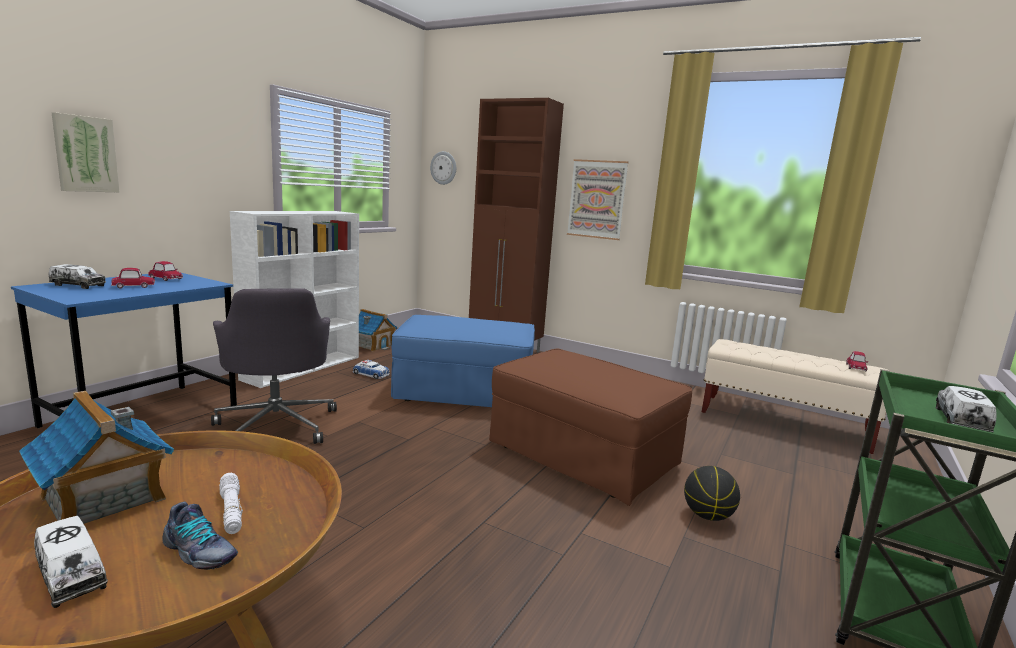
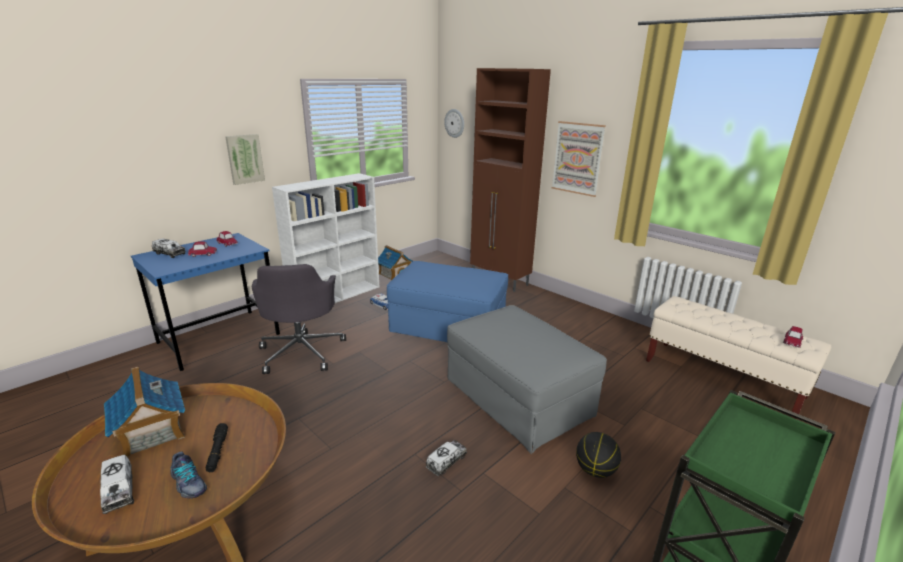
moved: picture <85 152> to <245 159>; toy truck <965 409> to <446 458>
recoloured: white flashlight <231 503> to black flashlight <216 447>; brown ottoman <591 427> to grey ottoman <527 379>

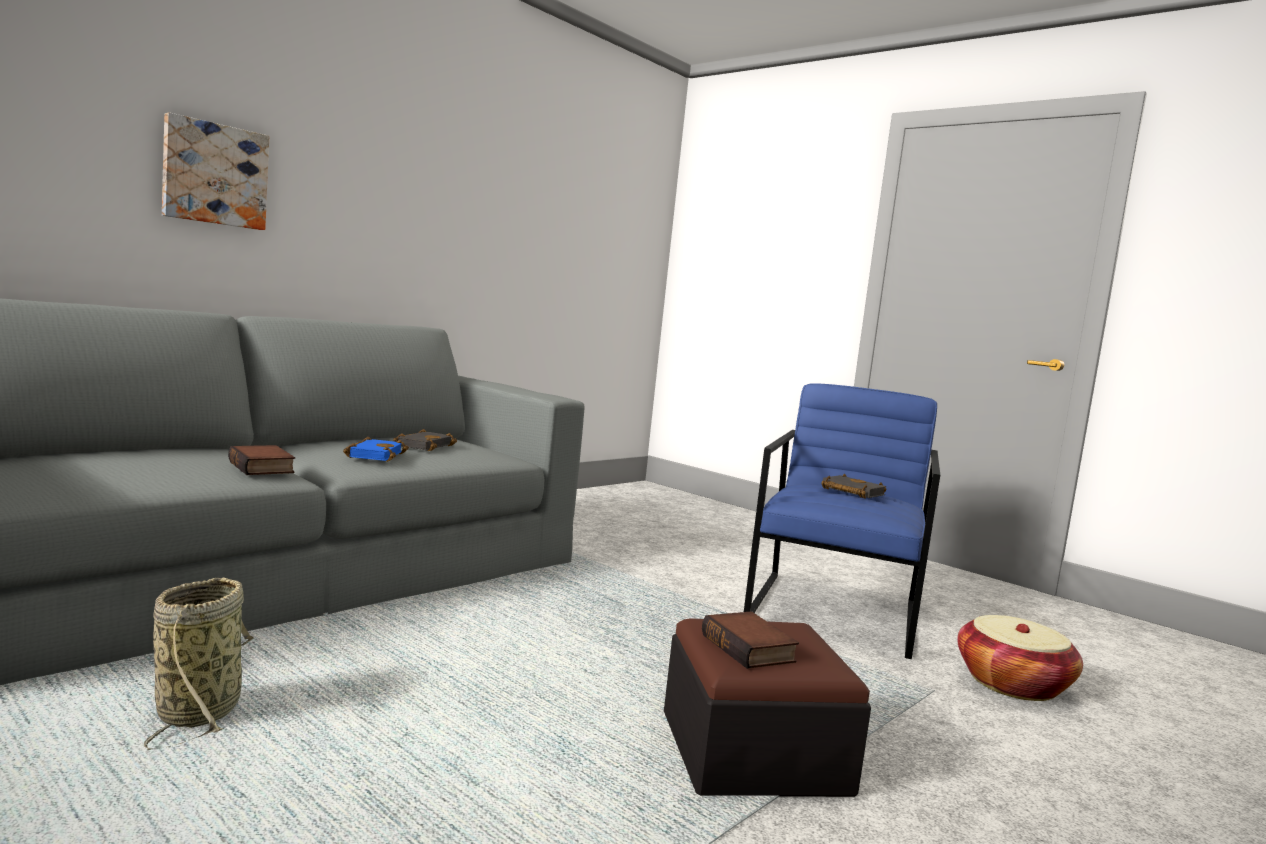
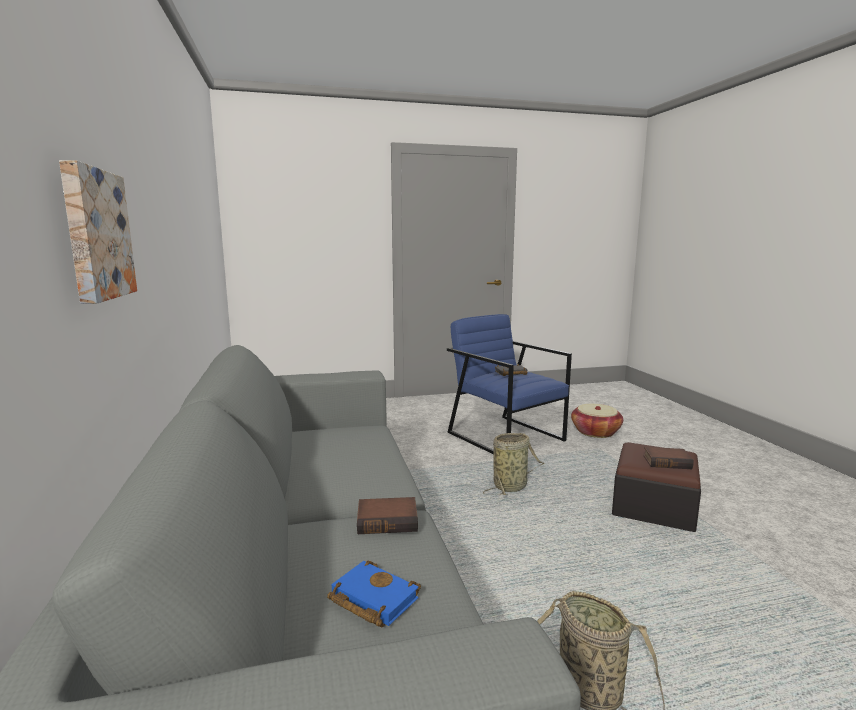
removed: black book <425 440>
added: basket <513 464>
moved: blue book <376 449> to <374 594>

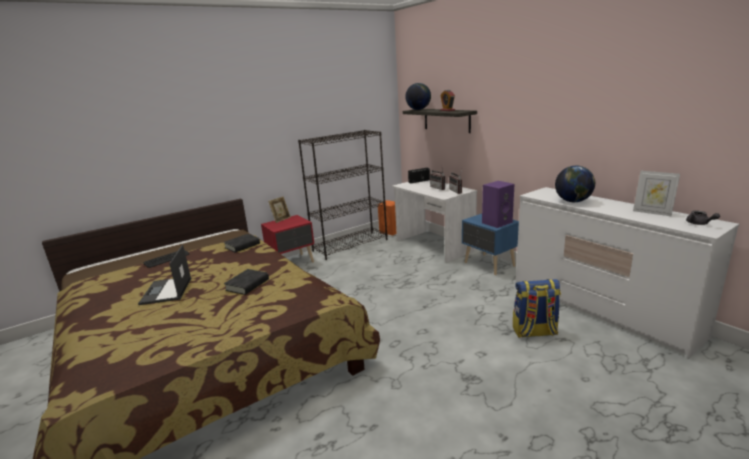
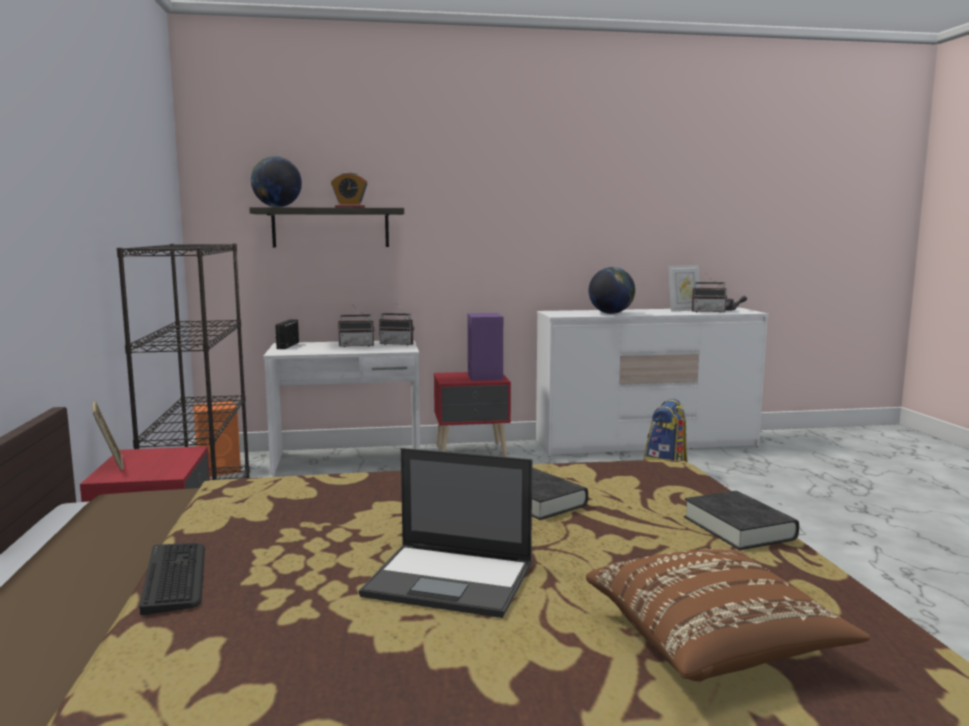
added: brown pillow <728 615>; radio <709 293>
moved: black book <242 243> to <741 520>
recoloured: blue nightstand <490 244> to red nightstand <472 414>

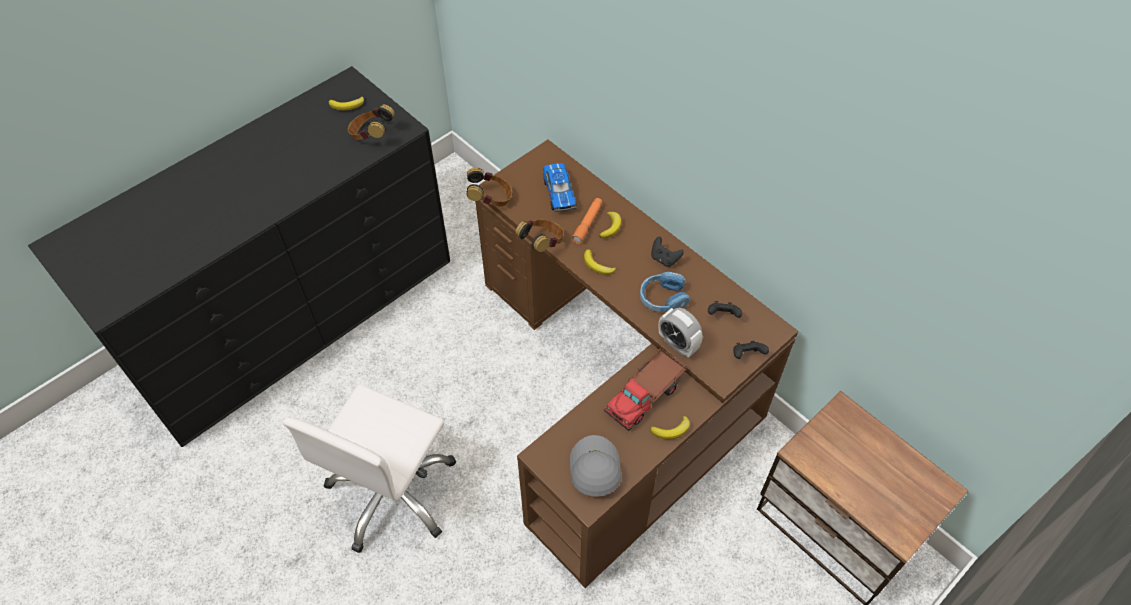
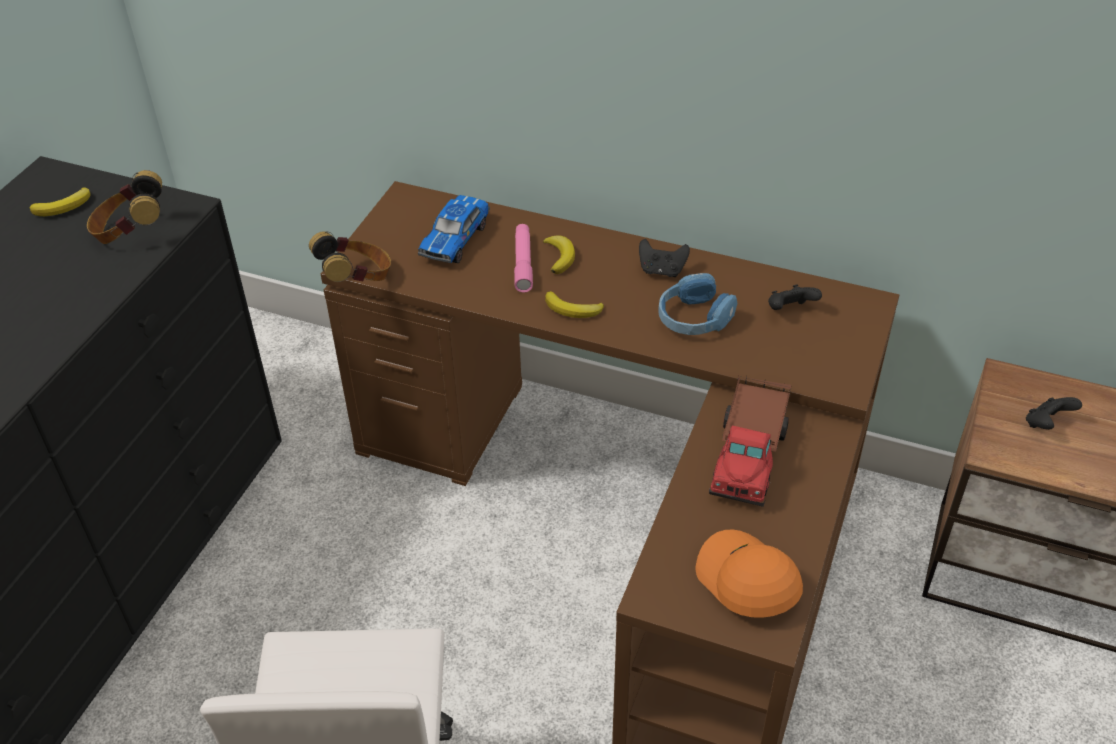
removed: headphones <539 235>; banana <670 428>; alarm clock <681 333>
moved: black game controller <751 350> to <1054 413>
recoloured: grey cap <595 466> to orange cap <749 573>; orange flashlight <587 221> to pink flashlight <523 258>
turned: toy car <559 187> = <454 229> 60 degrees clockwise

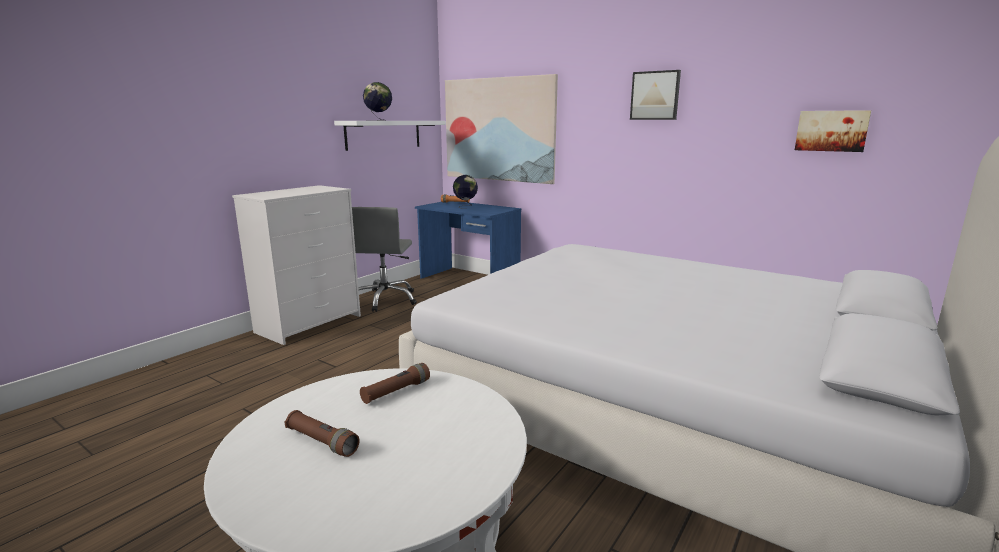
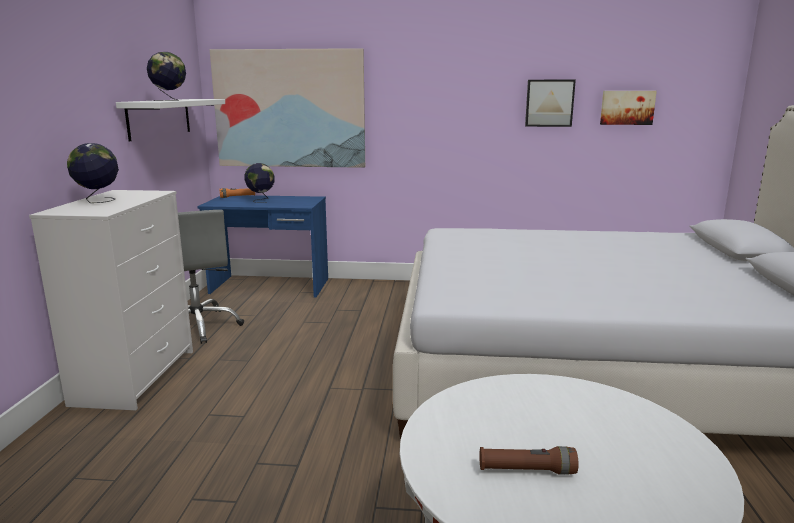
removed: brown flashlight <395 383>
added: globe <93 173>
moved: picture <655 95> to <550 103>

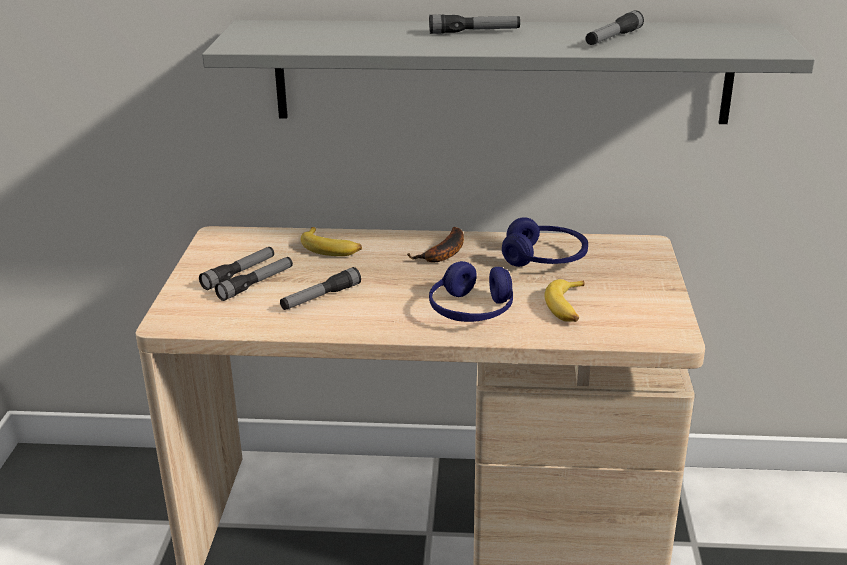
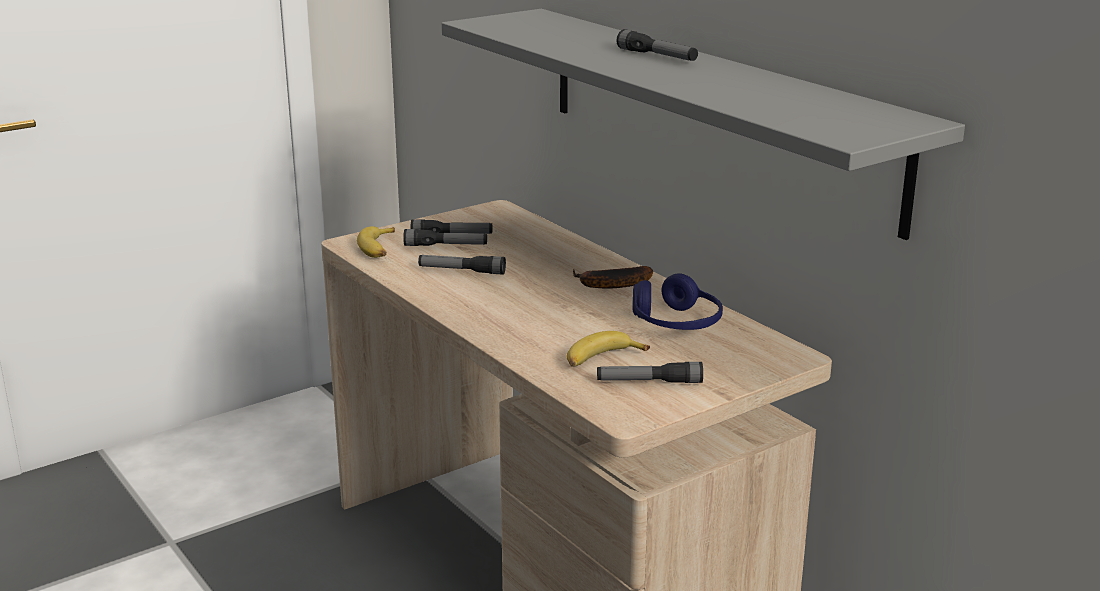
removed: blue headphones <471 291>
moved: banana <331 241> to <376 242>; flashlight <614 27> to <650 372>

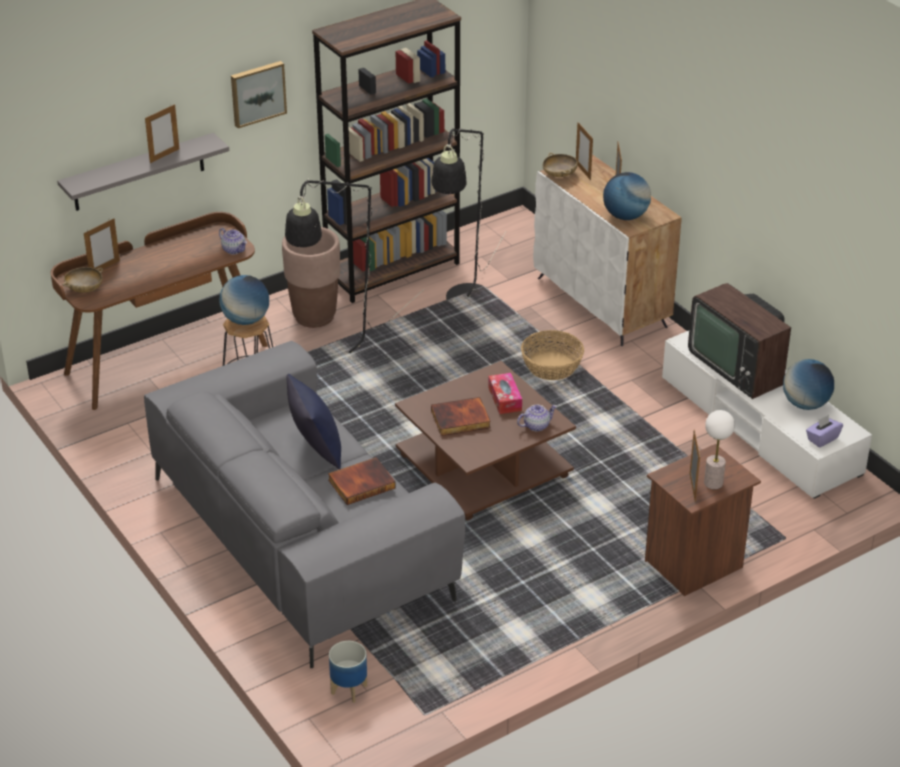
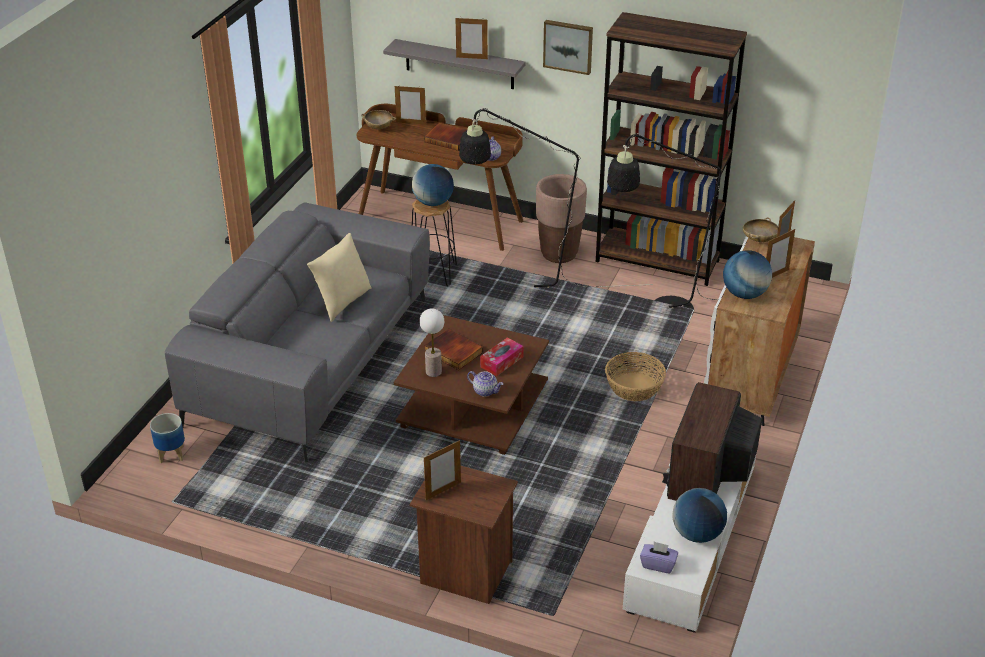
moved: book <362 481> to <445 137>; table lamp <719 449> to <431 342>
recoloured: blue pillow <314 422> to beige pillow <339 277>

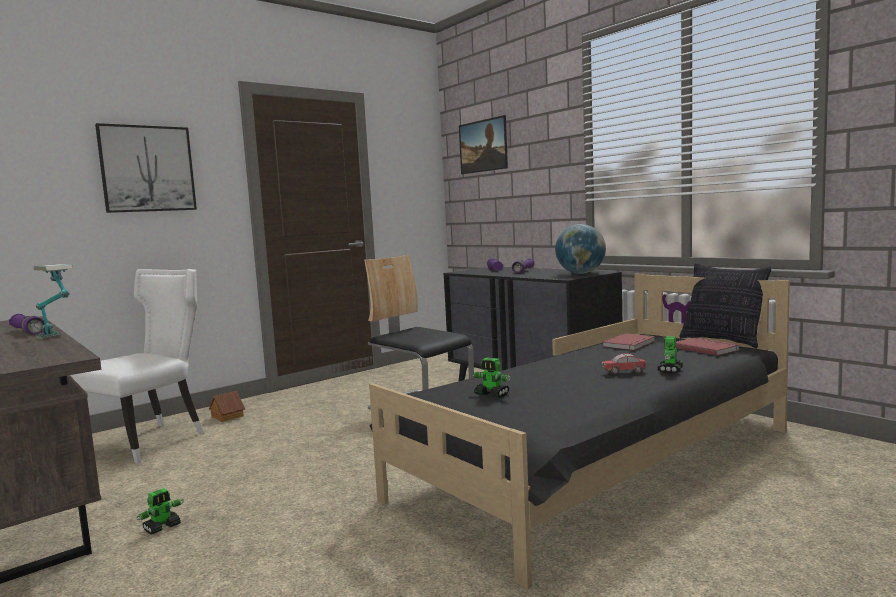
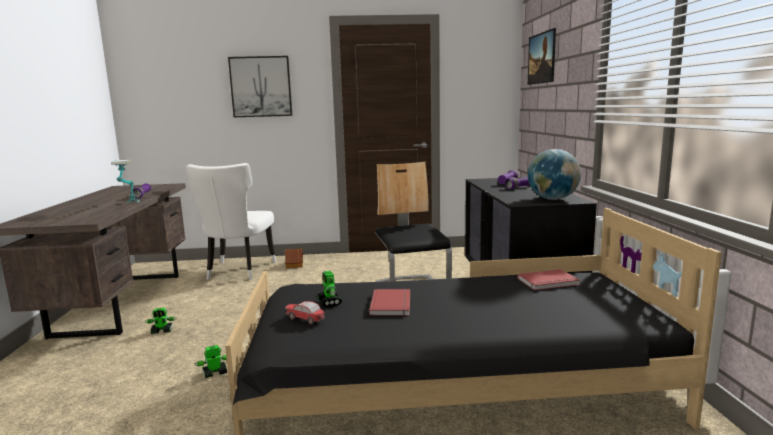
removed: pillow <726 305>
moved: toy car <624 363> to <305 313>; toy robot <670 355> to <211 361>; red book <707 346> to <389 302>
turned: white chair <137 366> = <231 221> 120 degrees clockwise

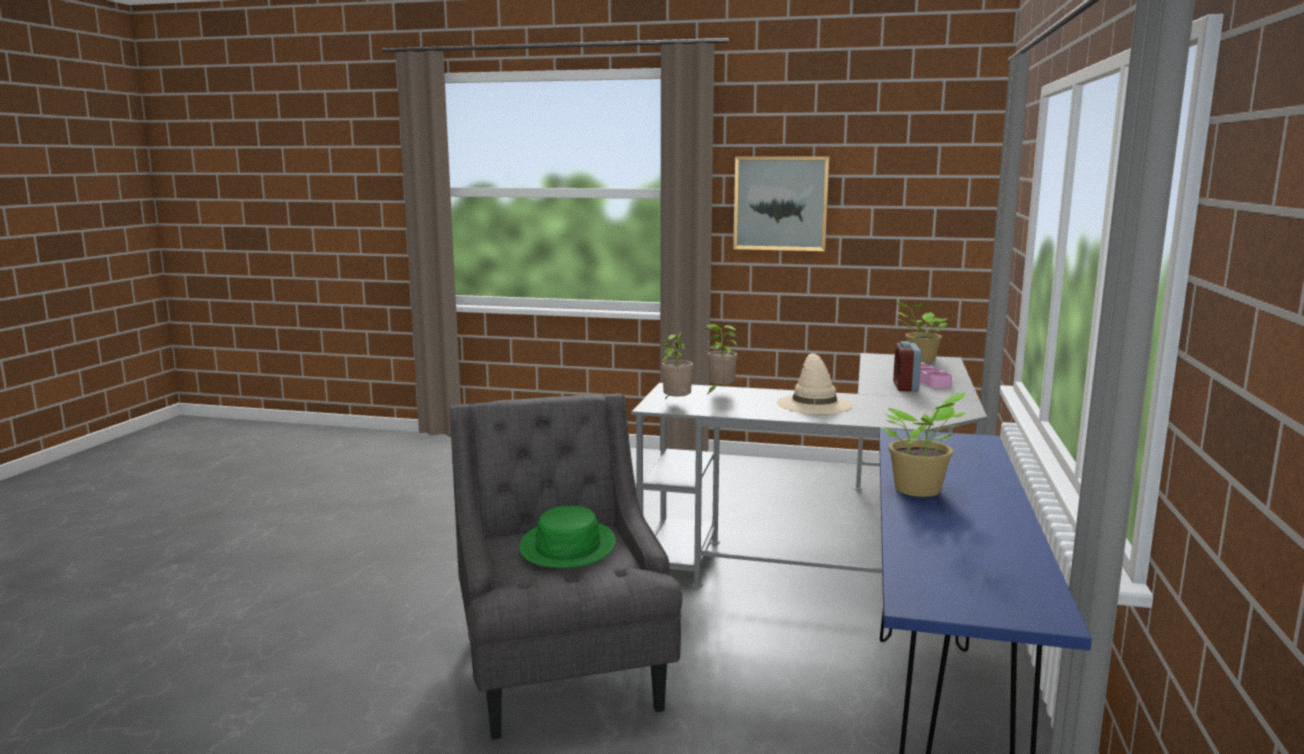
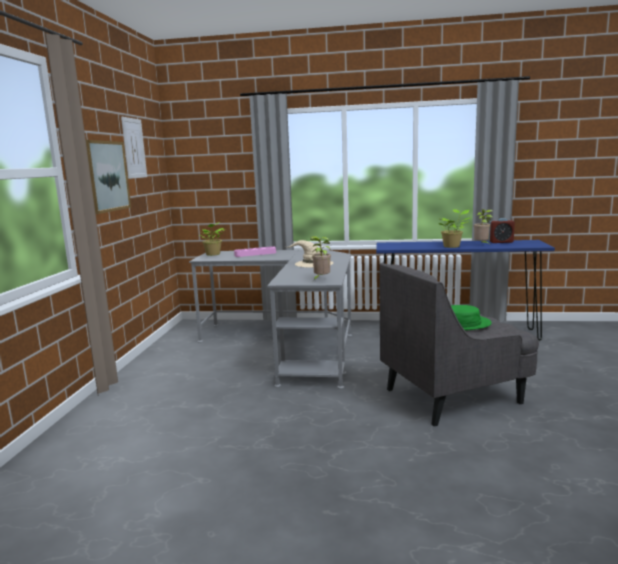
added: picture <134 148>
moved: potted plant <721 358> to <483 226>; alarm clock <907 366> to <502 230>

